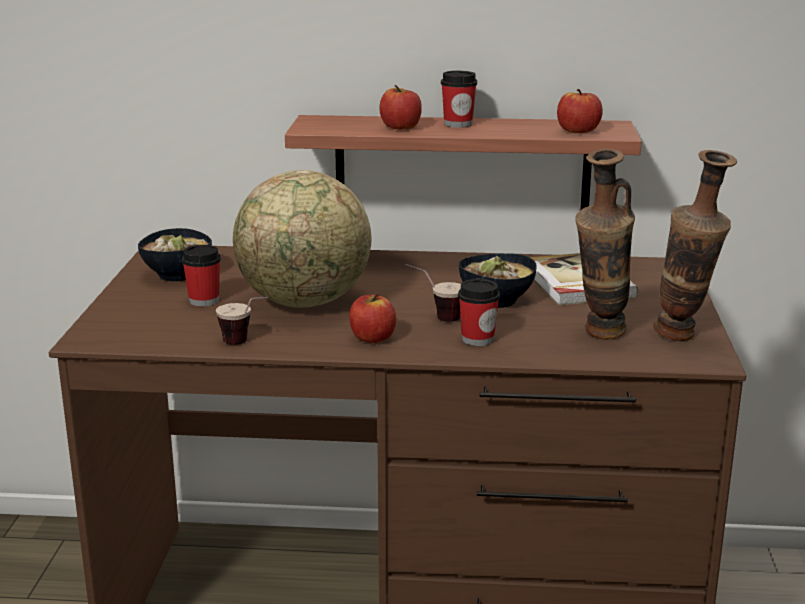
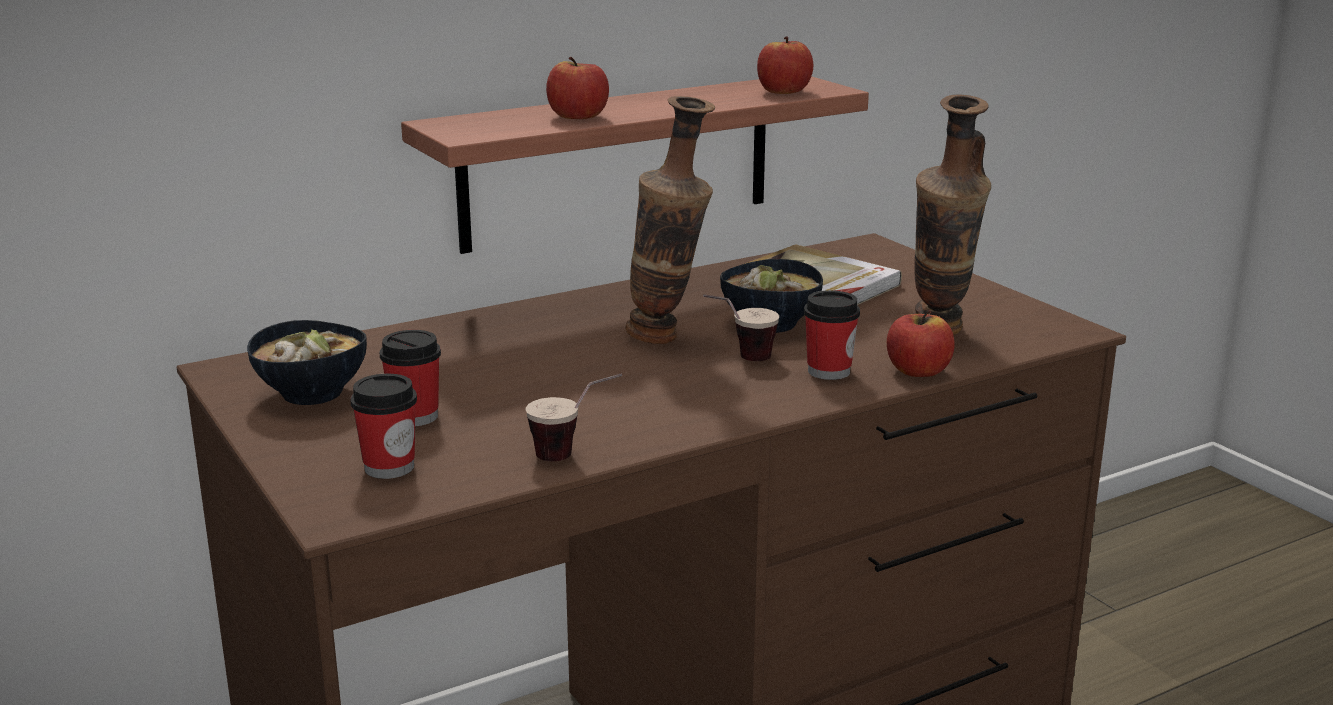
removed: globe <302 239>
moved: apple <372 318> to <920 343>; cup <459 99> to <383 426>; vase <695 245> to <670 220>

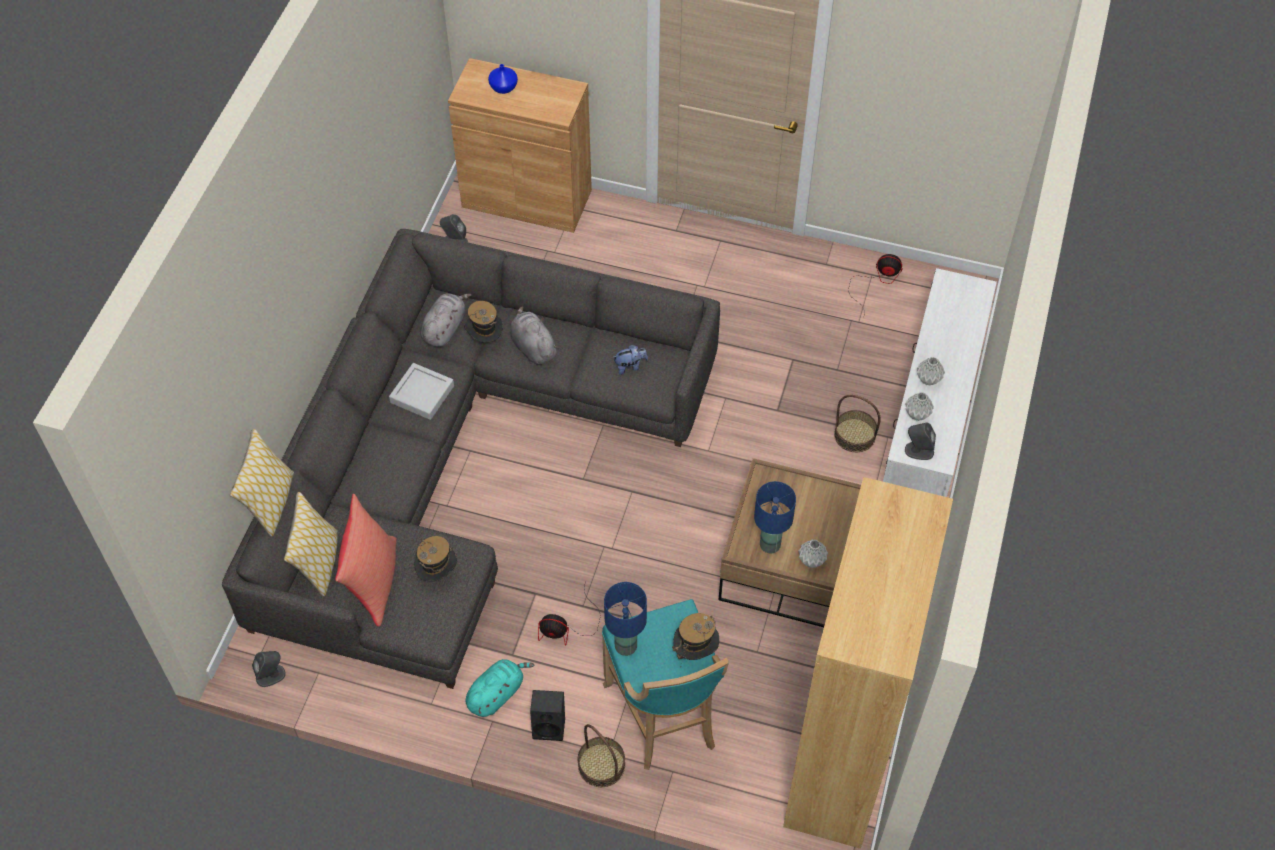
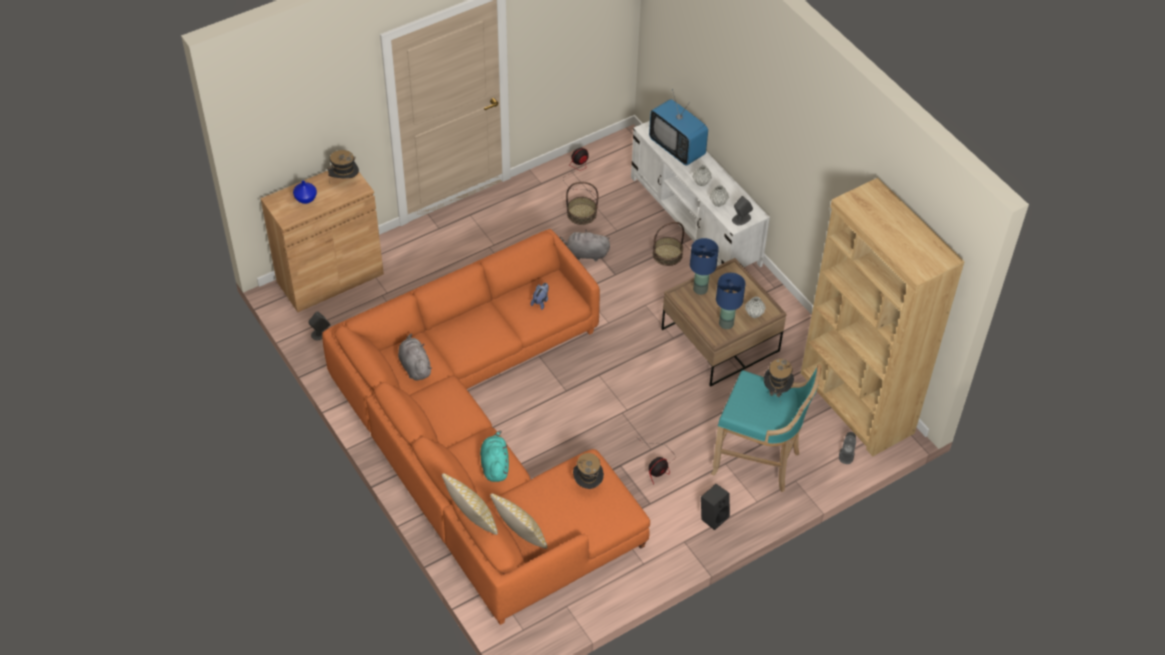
removed: red pillow <366 560>; grey tray <421 391>
added: television <678 127>
moved: grey speaker <269 669> to <847 448>; hat <483 322> to <343 164>; turquoise plush toy <500 688> to <494 456>; grey plush toy <534 335> to <584 245>; basket <601 755> to <582 203>; blue table lamp <625 619> to <704 266>
recoloured: grey sofa <471 459> to orange sofa <486 427>

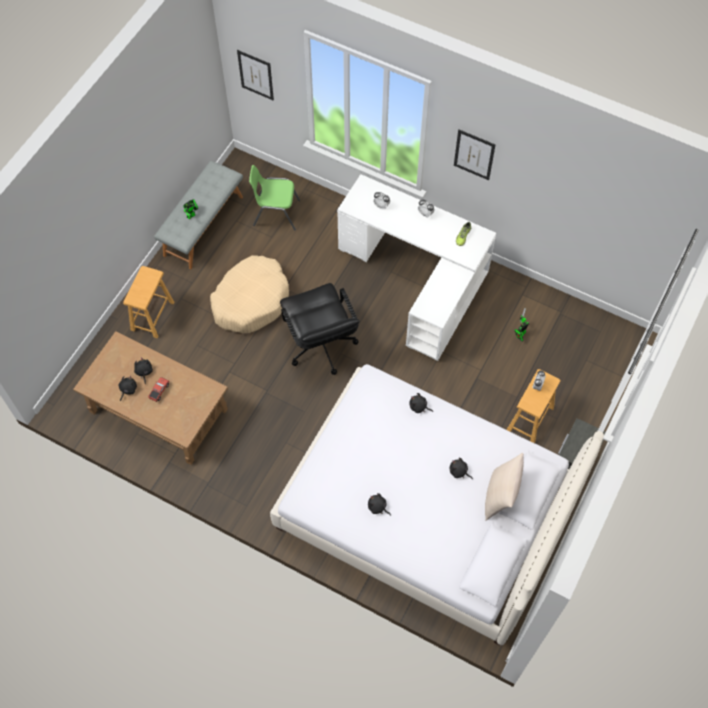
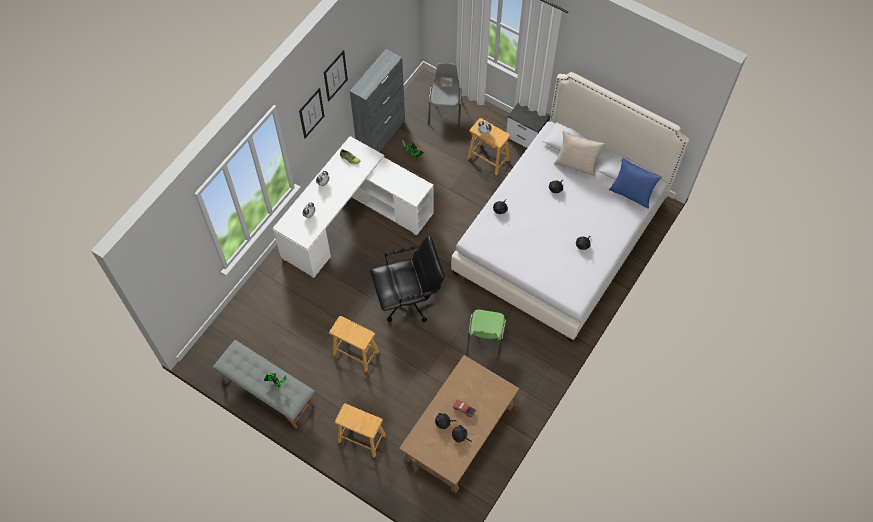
added: grey cabinet <377 100>; grey chair <444 94>; blue pillow <635 183>
moved: picture <255 75> to <336 76>; green chair <274 197> to <486 335>
replaced: beige dog bed <249 294> to brown stool <354 344>

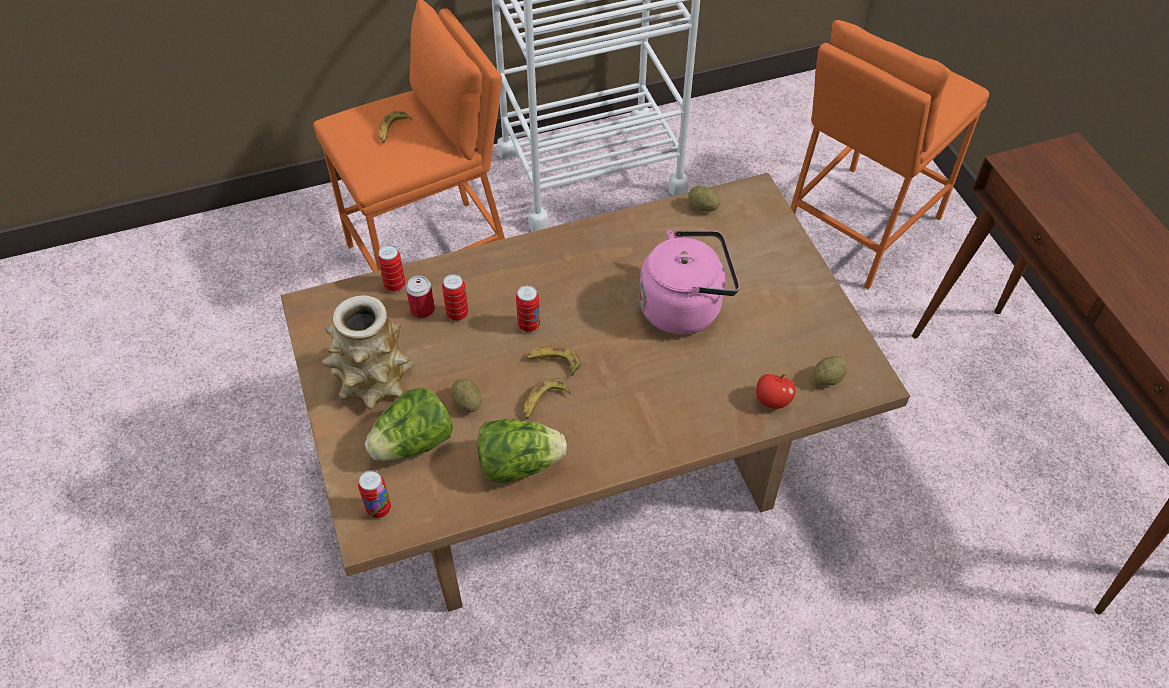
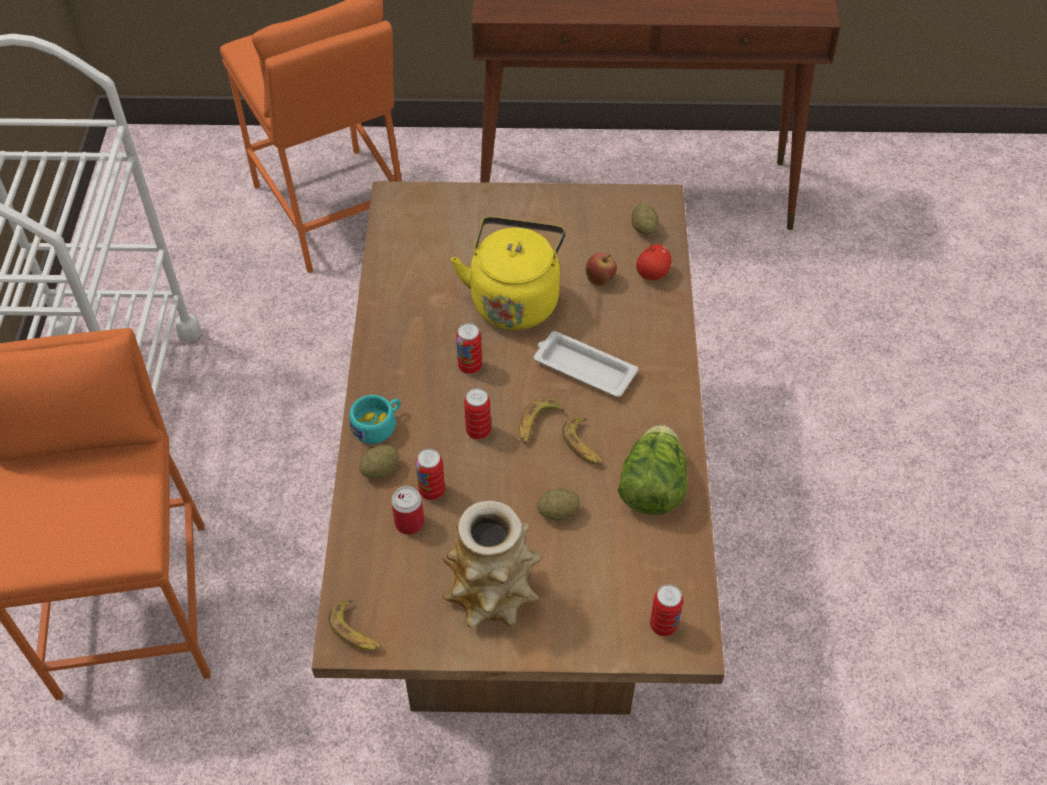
removed: lettuce <409 424>
added: turquoise cup <375 419>; white tray <586 364>; apple <601 269>
moved: can <391 268> to <469 348>; banana <395 127> to <355 625>; potato <704 198> to <379 461>
recoloured: pink kettle <689 282> to yellow kettle <508 273>

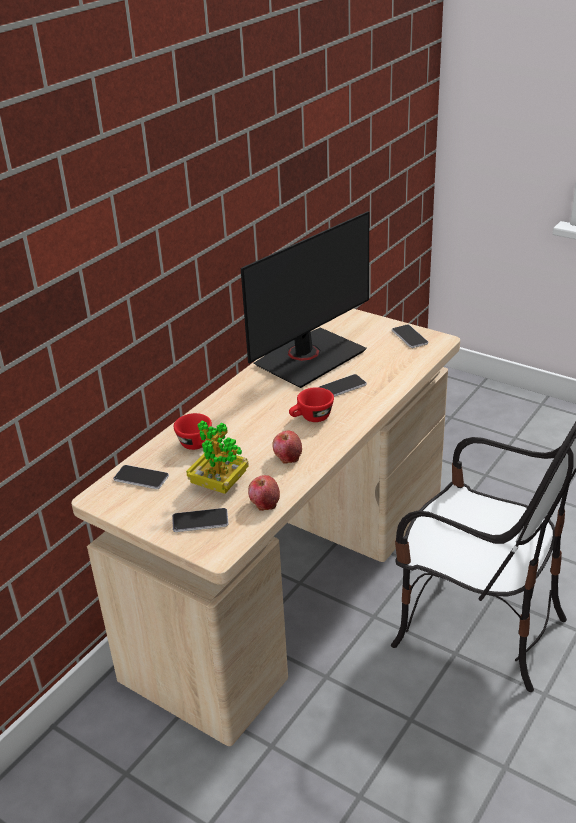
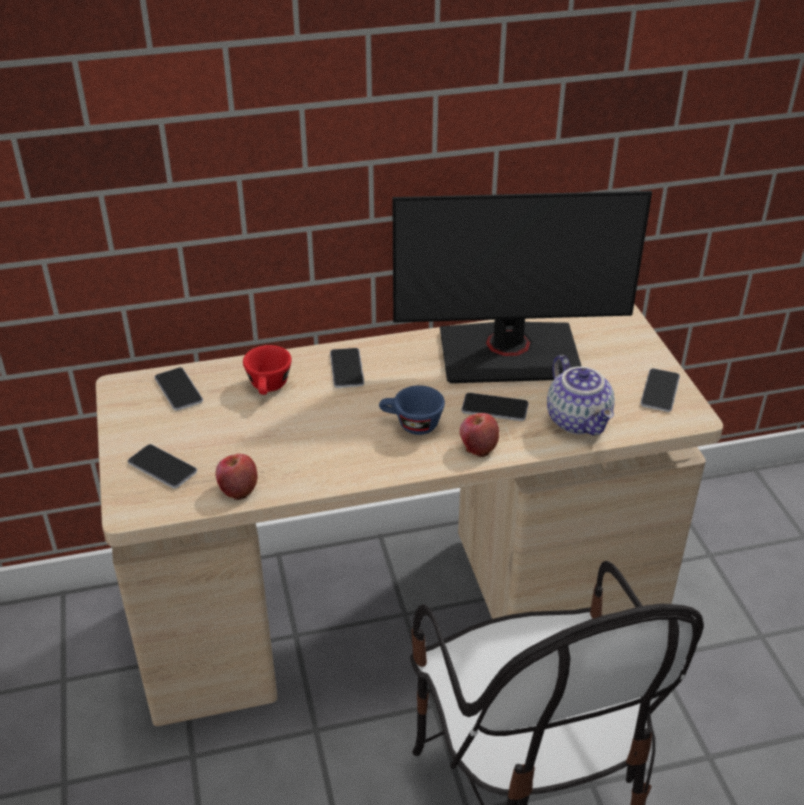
removed: potted plant <217 457>
added: phone <347 368>; teapot <581 395>
moved: apple <287 447> to <479 435>
recoloured: red cup <311 404> to blue cup <412 410>

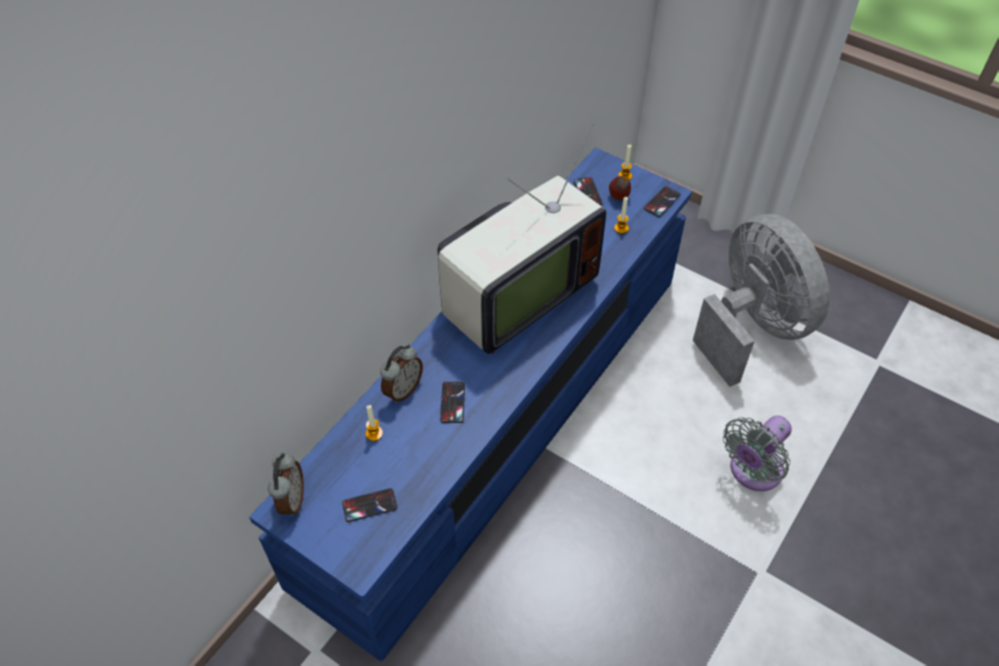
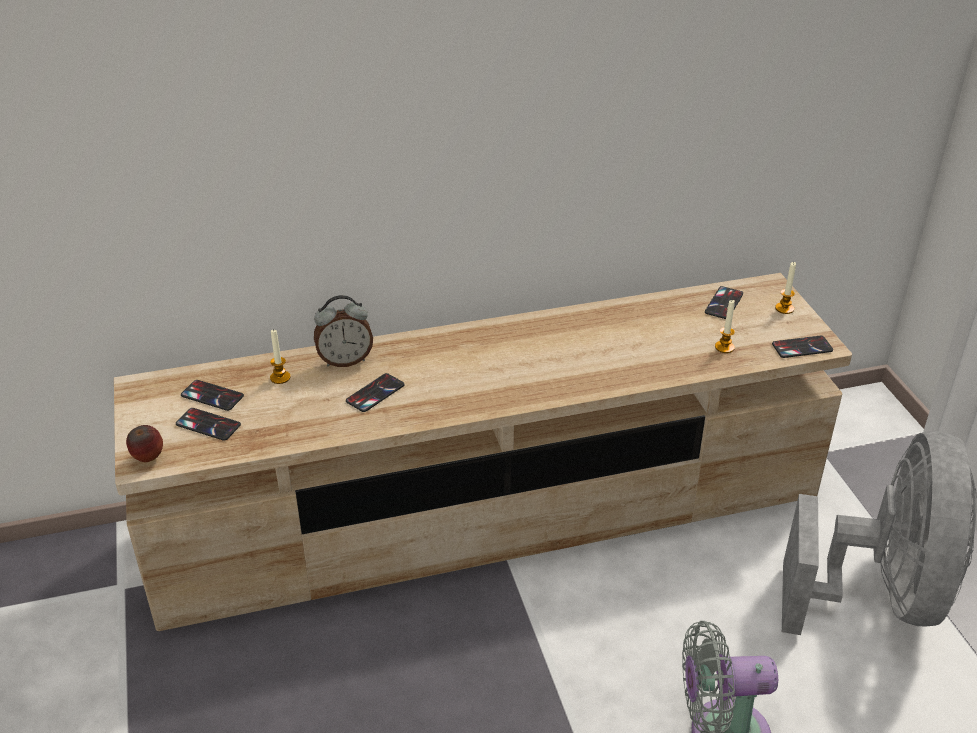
removed: alarm clock <286 484>; television <521 238>
added: phone <212 395>
moved: apple <620 188> to <144 443>
recoloured: blue tv stand <470 404> to beige tv stand <483 452>

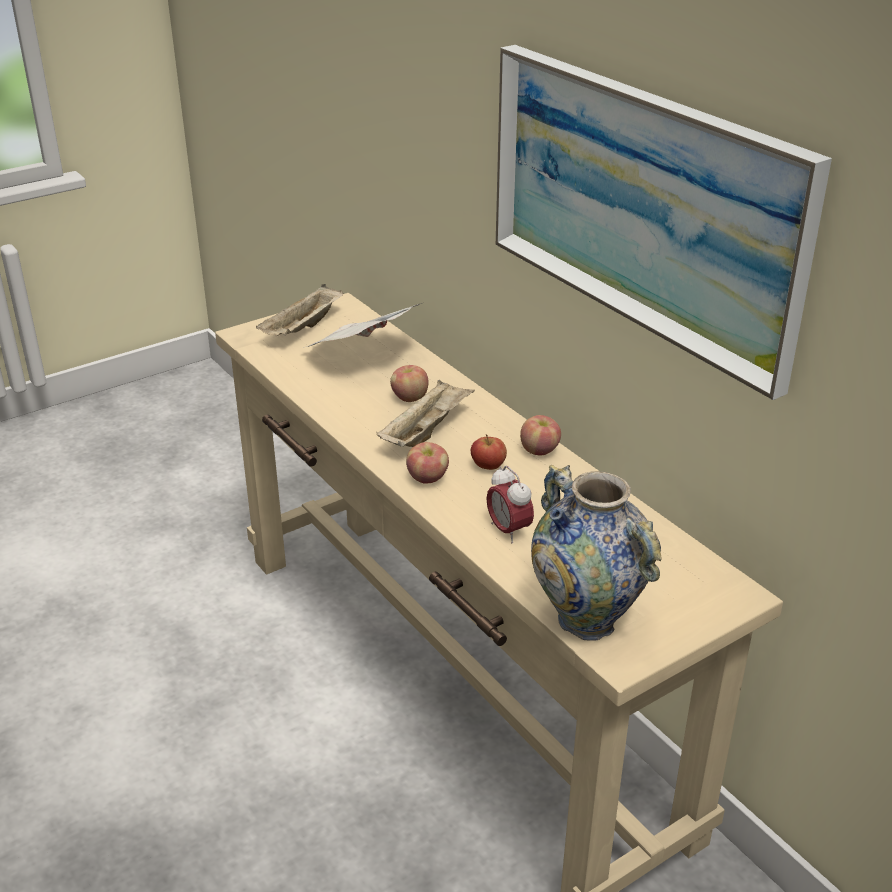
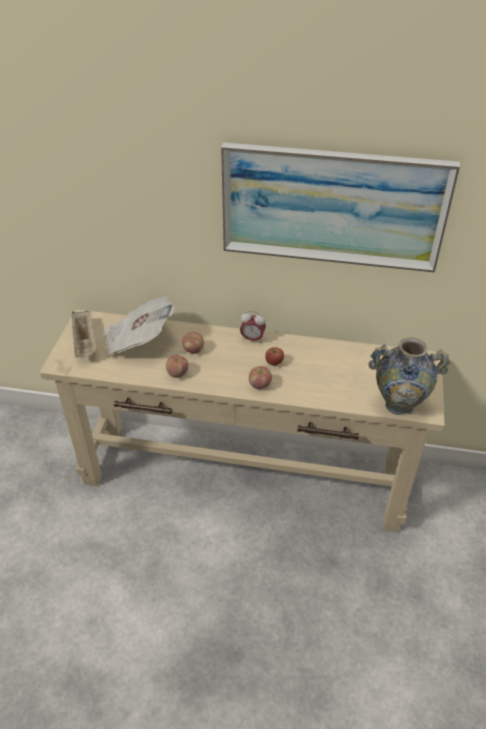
removed: beige tray <426 413>
moved: alarm clock <510 505> to <253 327>; apple <540 435> to <177 366>

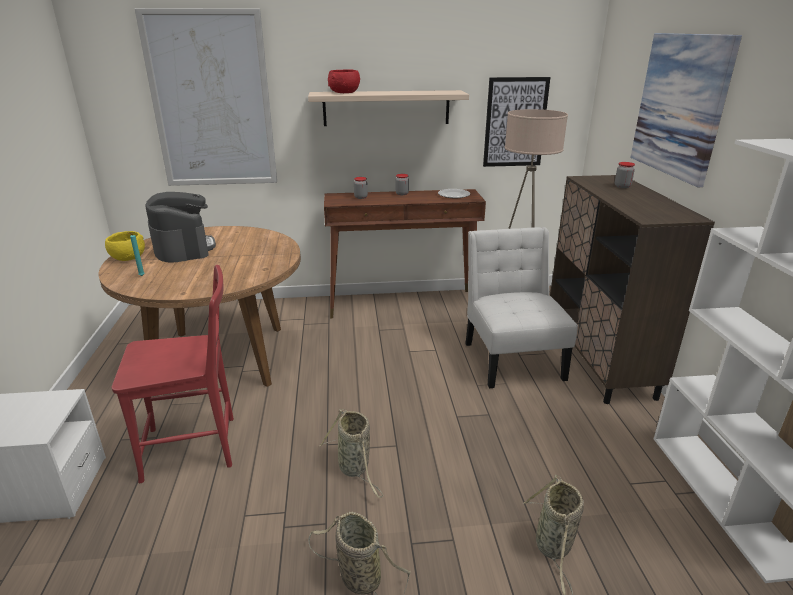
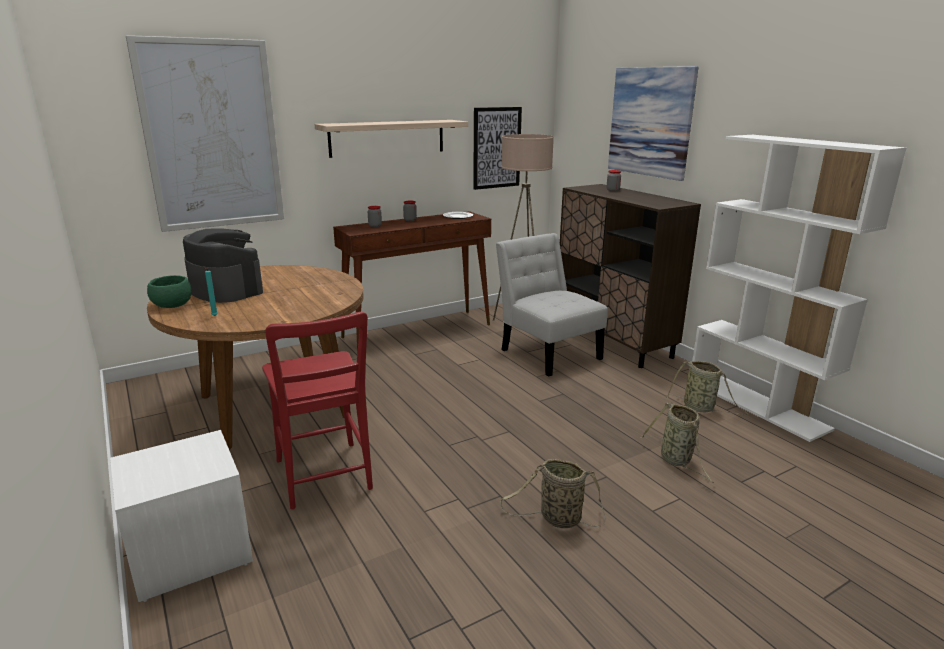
removed: red bowl <344 81>
moved: basket <351 453> to <707 388>
recoloured: yellow bowl <125 246> to green bowl <169 291>
turned: red chair <172 374> = <317 410> 105 degrees clockwise

